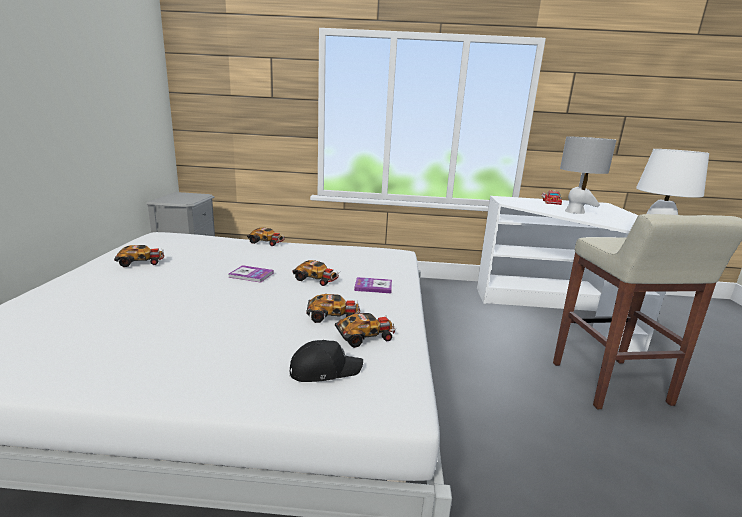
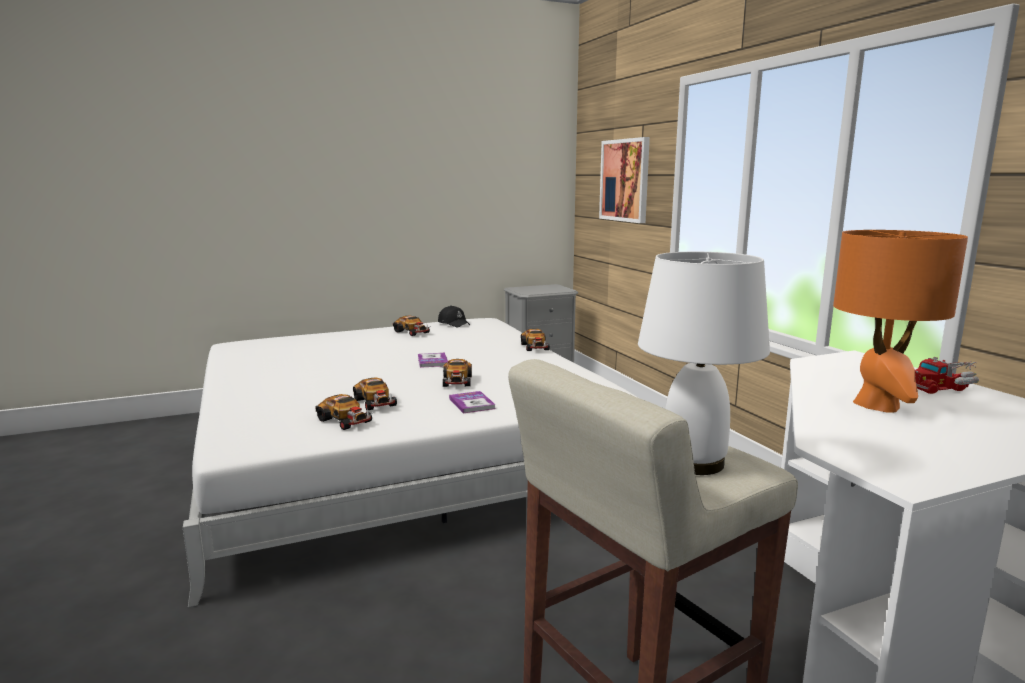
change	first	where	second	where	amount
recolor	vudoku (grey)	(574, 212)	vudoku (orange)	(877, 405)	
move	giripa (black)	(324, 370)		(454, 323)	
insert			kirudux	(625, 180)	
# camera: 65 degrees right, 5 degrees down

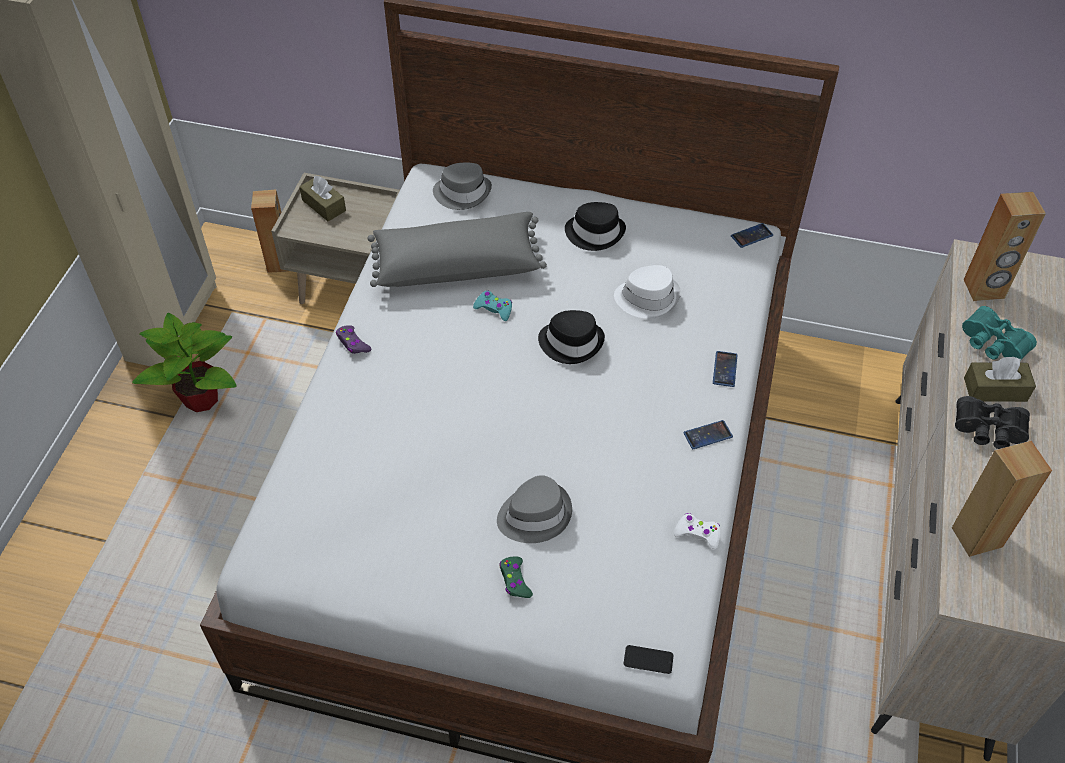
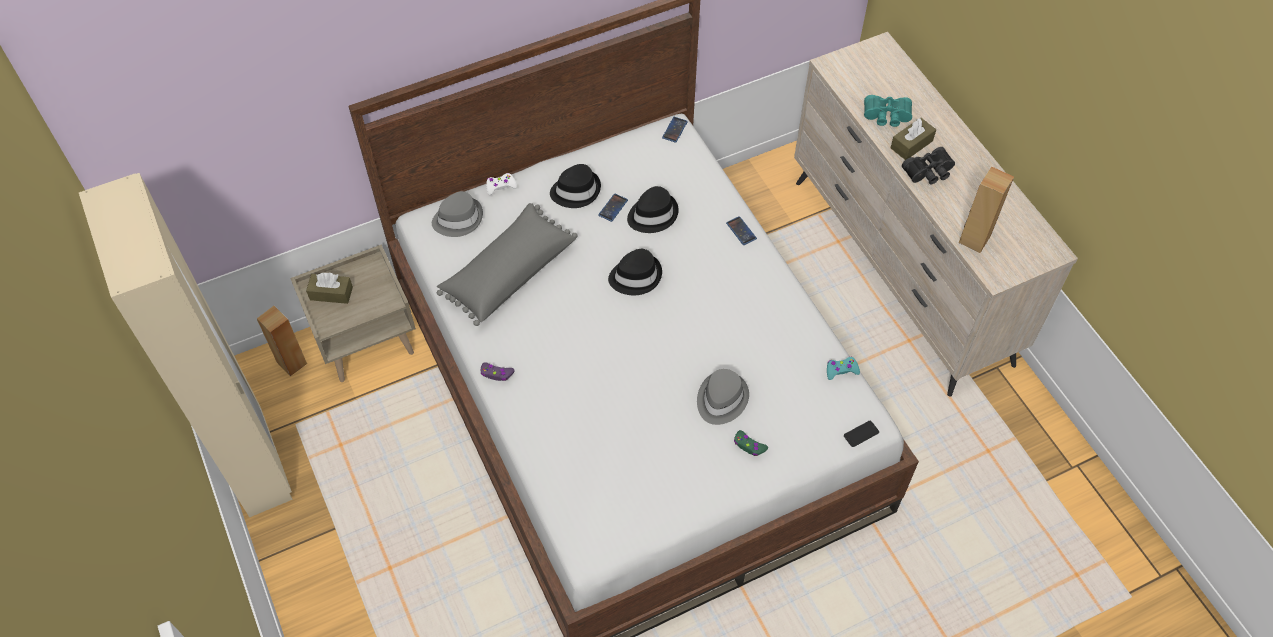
change	first	where	second	where	amount
delete	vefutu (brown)	(984, 289)			
recolor	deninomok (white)	(647, 298)	deninomok (black)	(652, 214)	
move	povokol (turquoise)	(494, 308)		(841, 370)	
delete	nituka	(202, 399)			
move	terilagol	(707, 435)		(613, 208)	
move	povokol (white)	(697, 533)		(500, 186)	
# camera: 40 degrees left, 5 degrees up

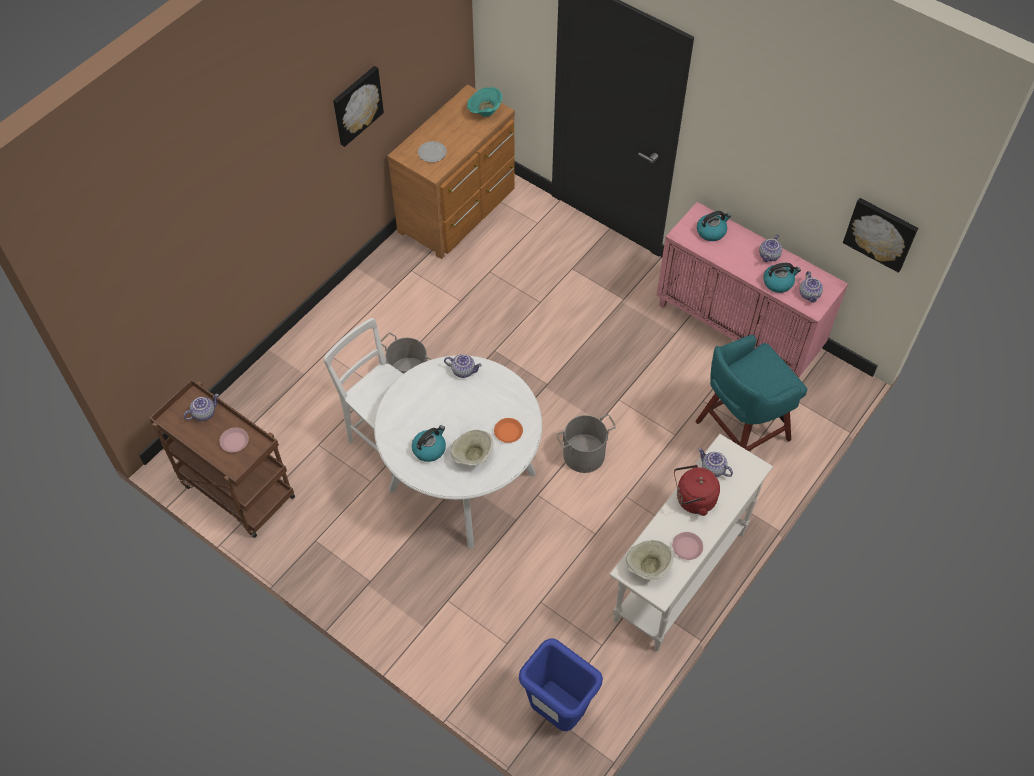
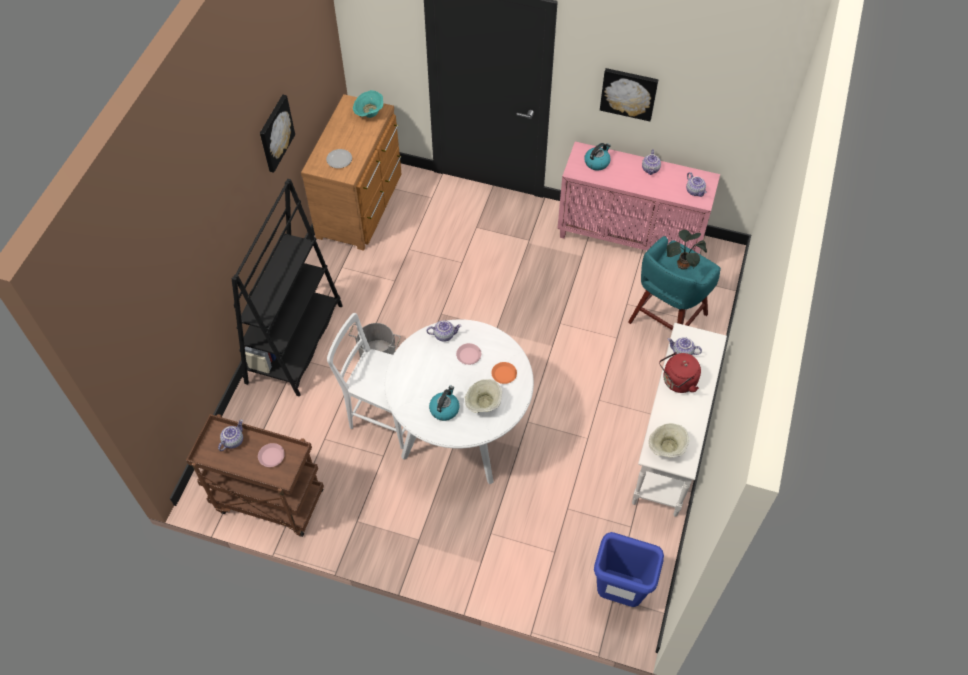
change	first	where	second	where	amount
move	kirudux	(881, 233)		(629, 93)	
delete	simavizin	(778, 282)			
delete	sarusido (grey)	(583, 454)			
move	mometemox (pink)	(687, 547)		(468, 355)	
insert			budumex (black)	(295, 343)	
insert			nituka	(683, 264)	
# camera: 20 degrees left, 0 degrees up

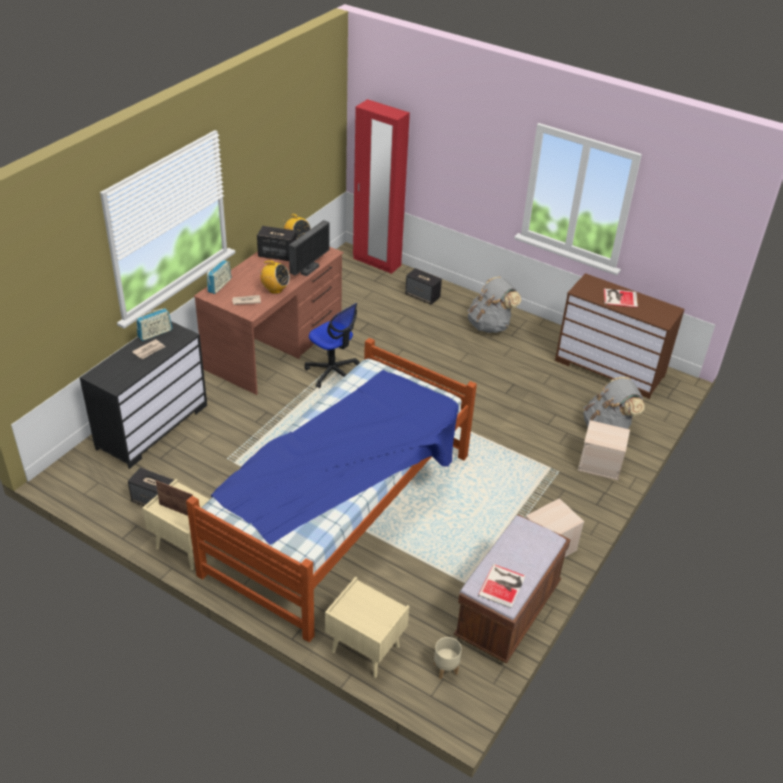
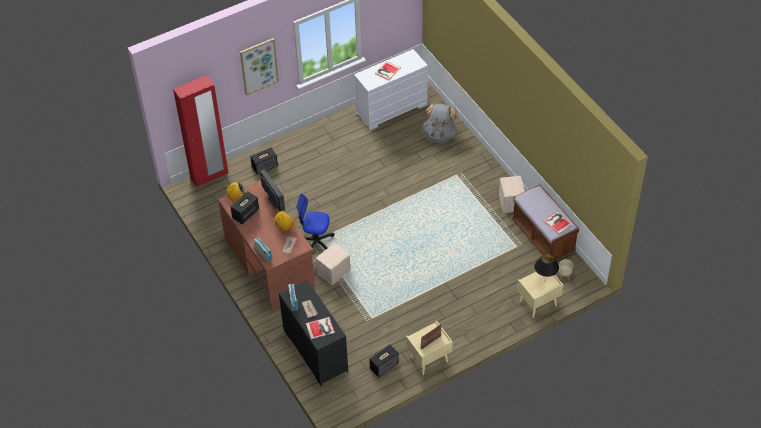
change	first	where	second	where	amount
recolor	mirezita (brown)	(609, 368)	mirezita (white)	(391, 109)	
delete	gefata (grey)	(490, 325)			
rotate	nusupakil	(333, 372)		(315, 242)	150 degrees counterclockwise
delete	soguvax	(343, 513)			
move	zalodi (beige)	(600, 464)		(334, 271)	
insert			kirudux	(259, 66)	
insert			vudoku (black)	(544, 282)	
insert			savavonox	(321, 328)	
# camera: 60 degrees left, 10 degrees up

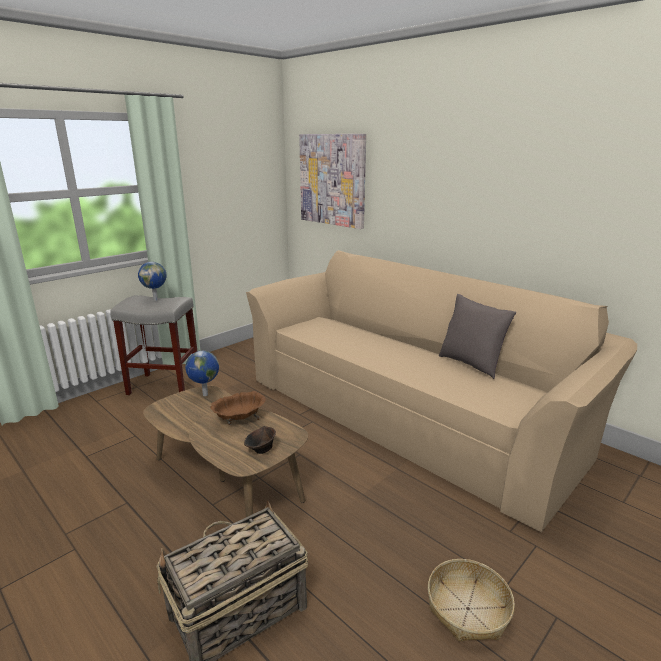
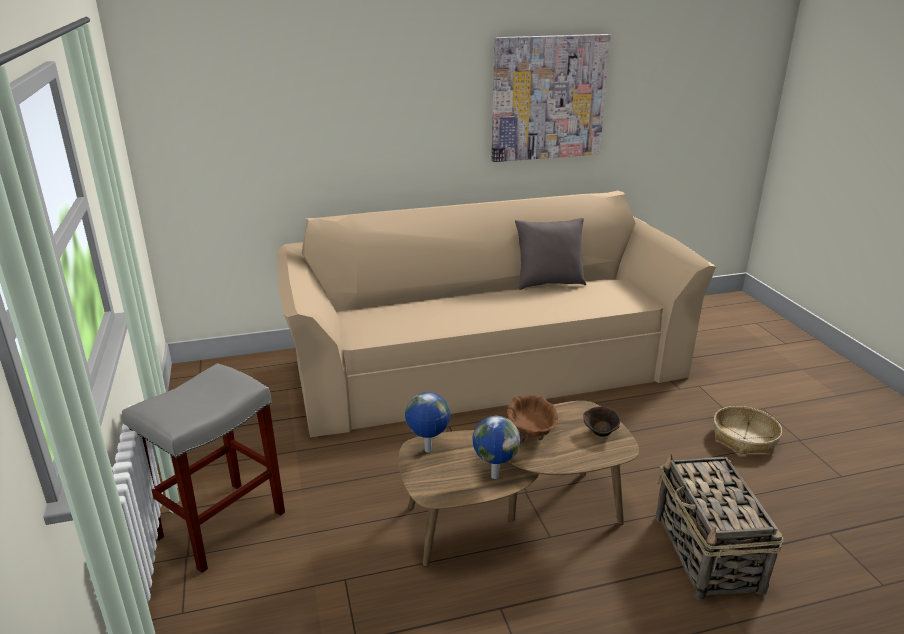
change	first	where	second	where	amount
move	kirudux	(332, 180)		(548, 98)	
move	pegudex	(156, 299)		(494, 475)	
# camera: 60 degrees left, 5 degrees up

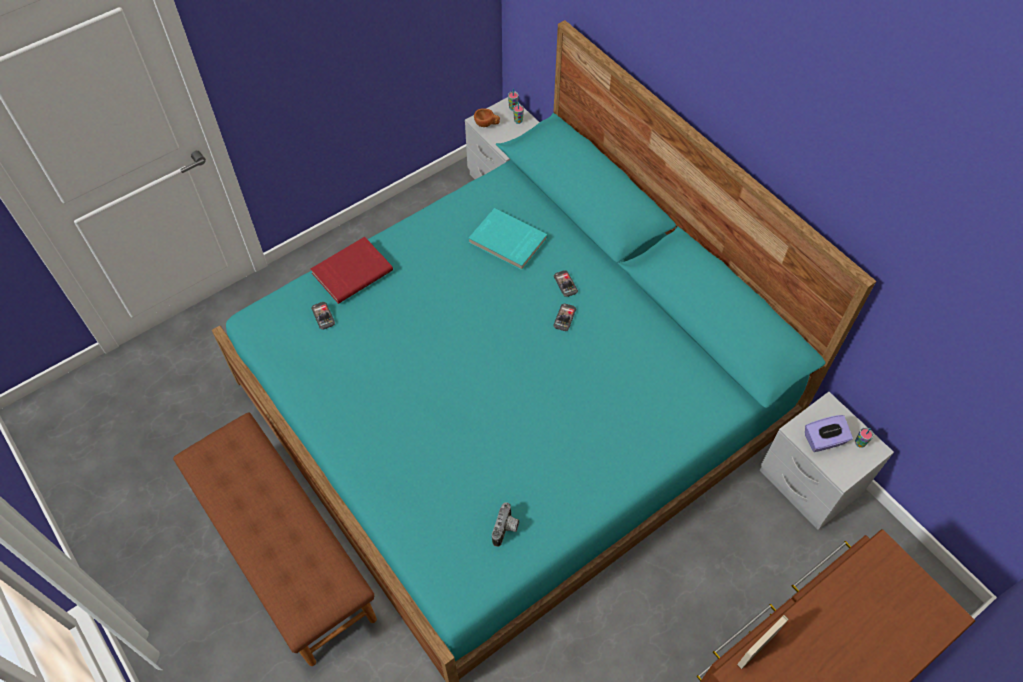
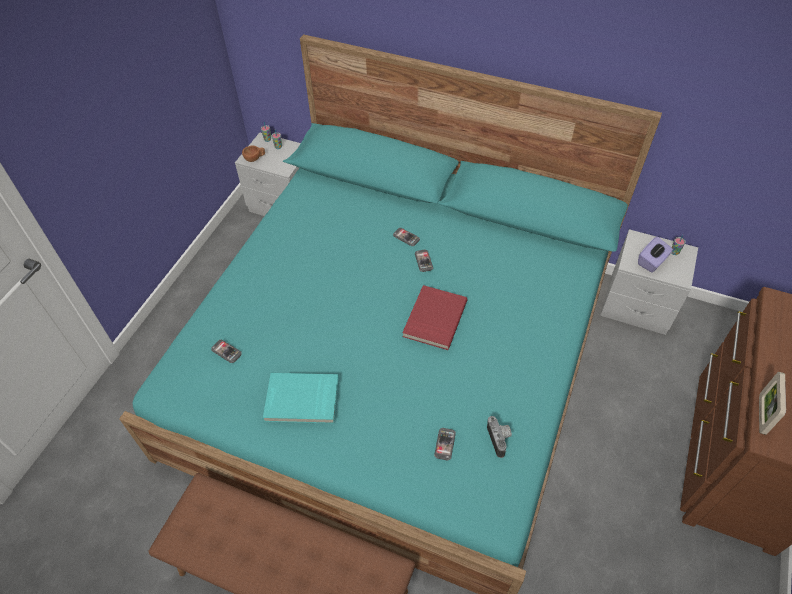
change	first	where	second	where	amount
move	savavonox (turquoise)	(507, 241)		(302, 400)	
move	savavonox (red)	(351, 271)		(433, 318)	
insert			terilagol	(445, 444)	
# camera: 30 degrees left, 5 degrees down

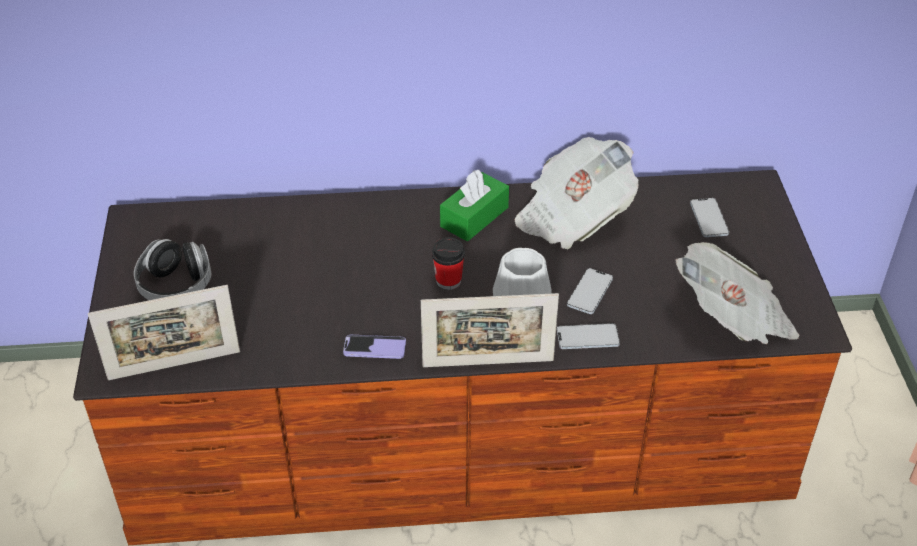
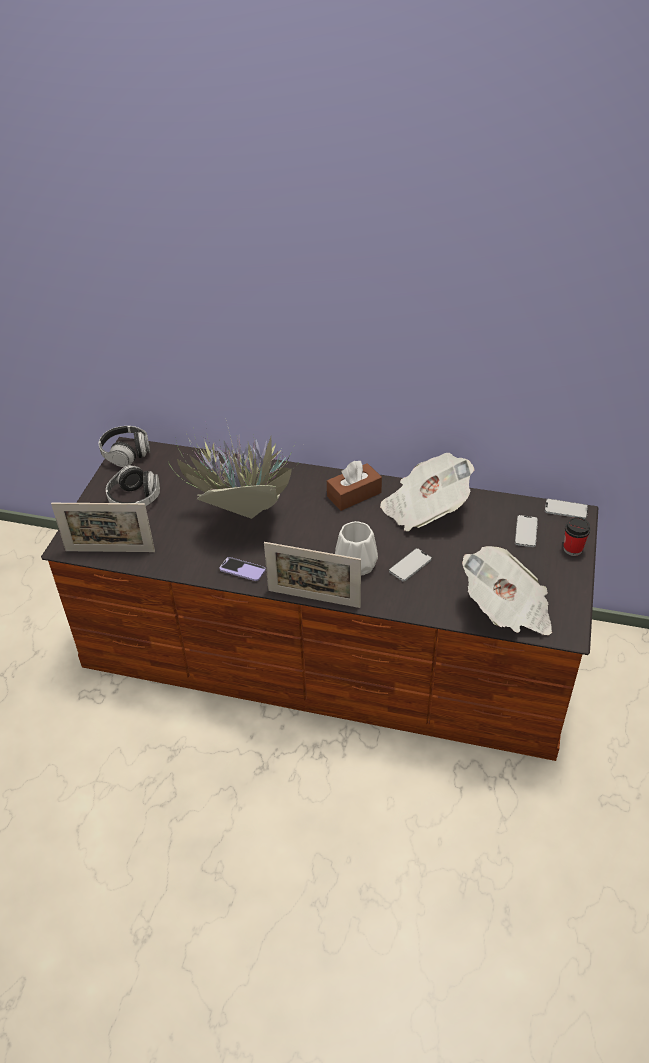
change	first	where	second	where	amount
recolor	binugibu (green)	(474, 217)	binugibu (brown)	(354, 494)	
move	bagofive	(448, 281)		(572, 549)	
move	terilagol	(588, 337)		(566, 509)	
insert			nituka	(242, 517)	
insert			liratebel	(126, 454)	
# camera: 20 degrees right, 0 degrees up

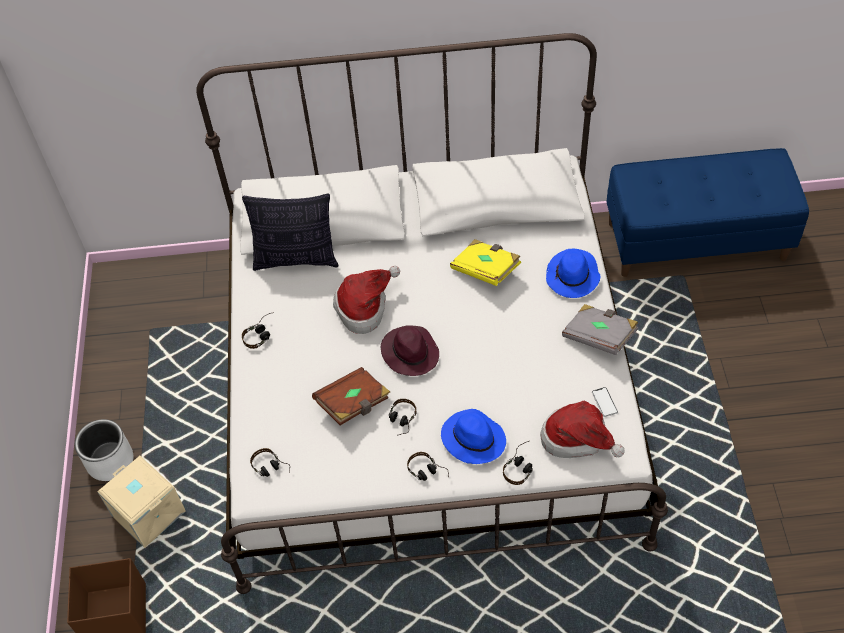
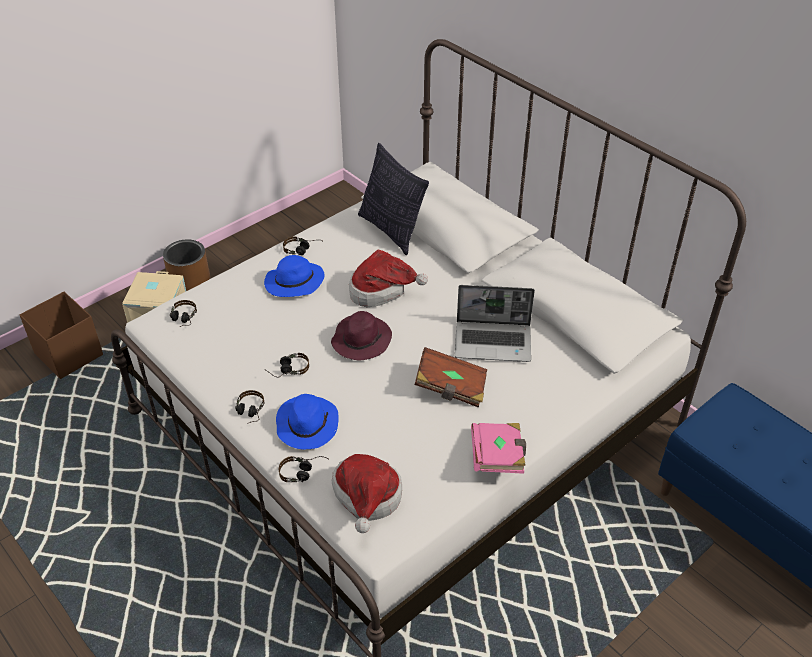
change	first	where	second	where	amount
replace	savavonox (yellow)	(486, 270)	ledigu	(494, 342)	
move	deninomok (blue)	(572, 277)		(294, 283)	
recolor	savavonox (grey)	(599, 336)	savavonox (pink)	(498, 457)	
move	savavonox (brown)	(353, 403)		(451, 388)	
delete	terilagol	(604, 402)			
recolor	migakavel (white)	(110, 461)	migakavel (brown)	(190, 280)	
# camera: 50 degrees right, 10 degrees down

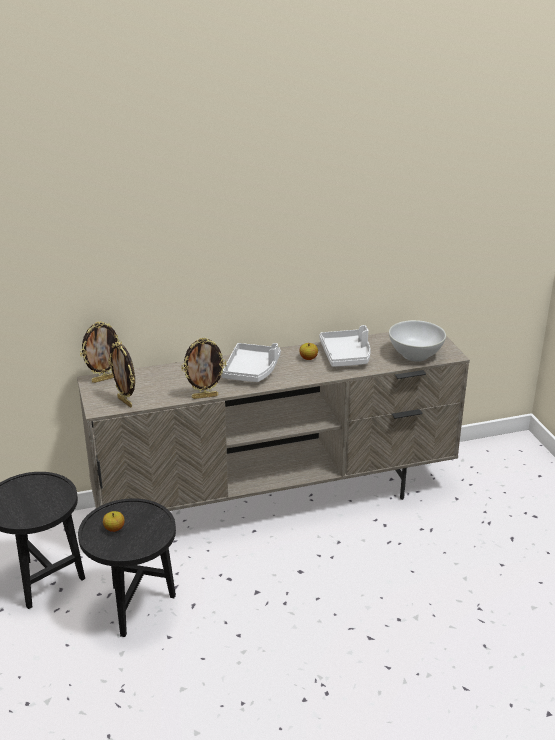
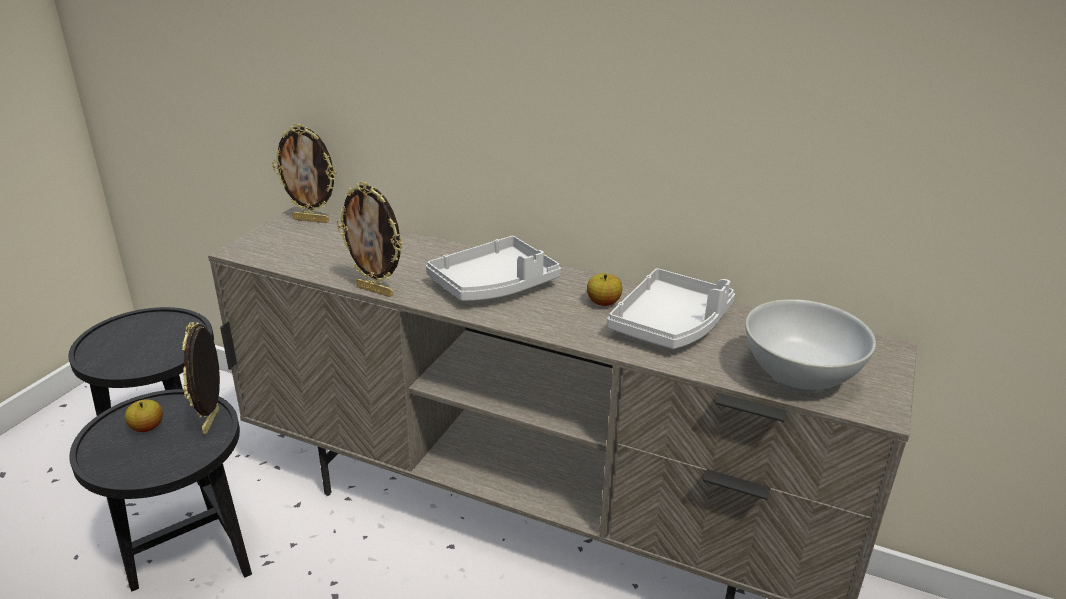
change	first	where	second	where	amount
move	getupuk	(125, 402)		(213, 421)	
# camera: 40 degrees right, 0 degrees up

